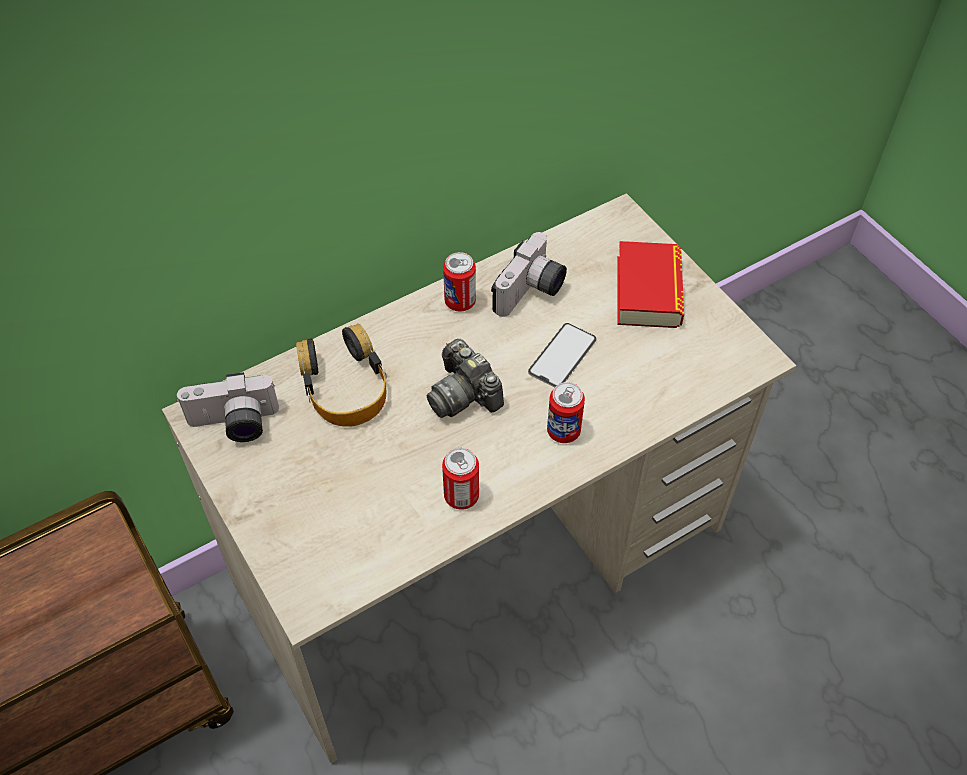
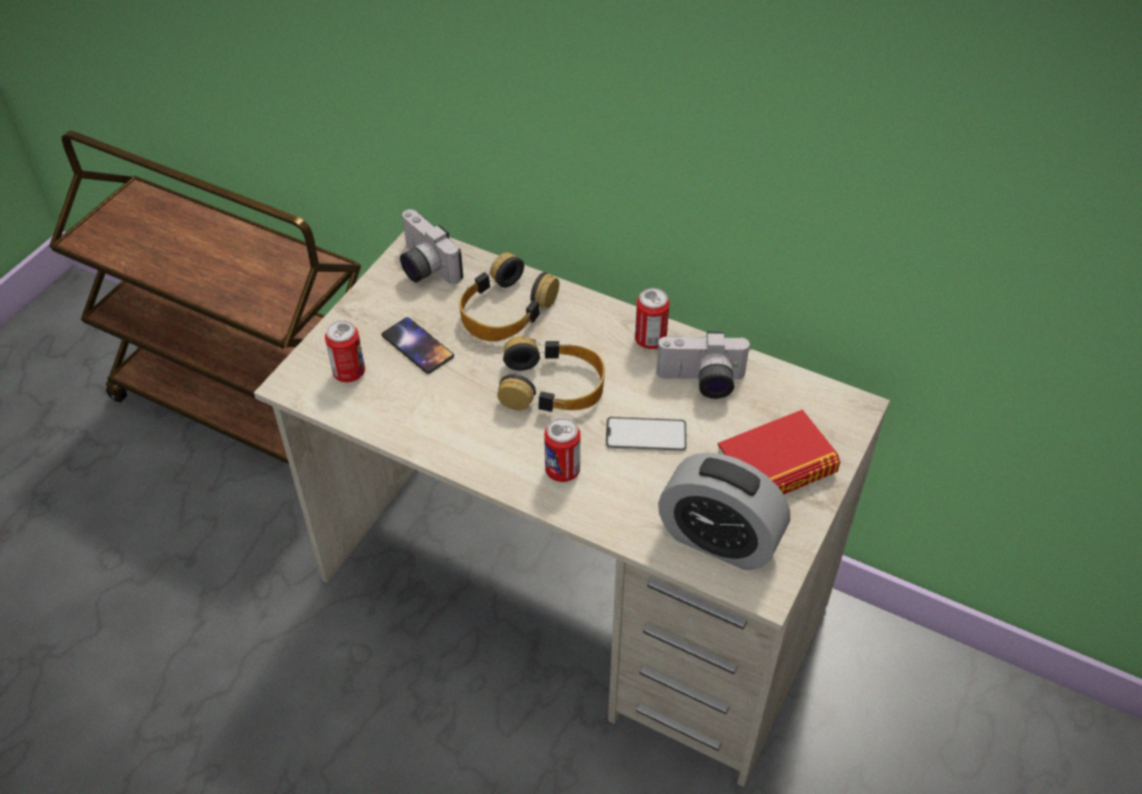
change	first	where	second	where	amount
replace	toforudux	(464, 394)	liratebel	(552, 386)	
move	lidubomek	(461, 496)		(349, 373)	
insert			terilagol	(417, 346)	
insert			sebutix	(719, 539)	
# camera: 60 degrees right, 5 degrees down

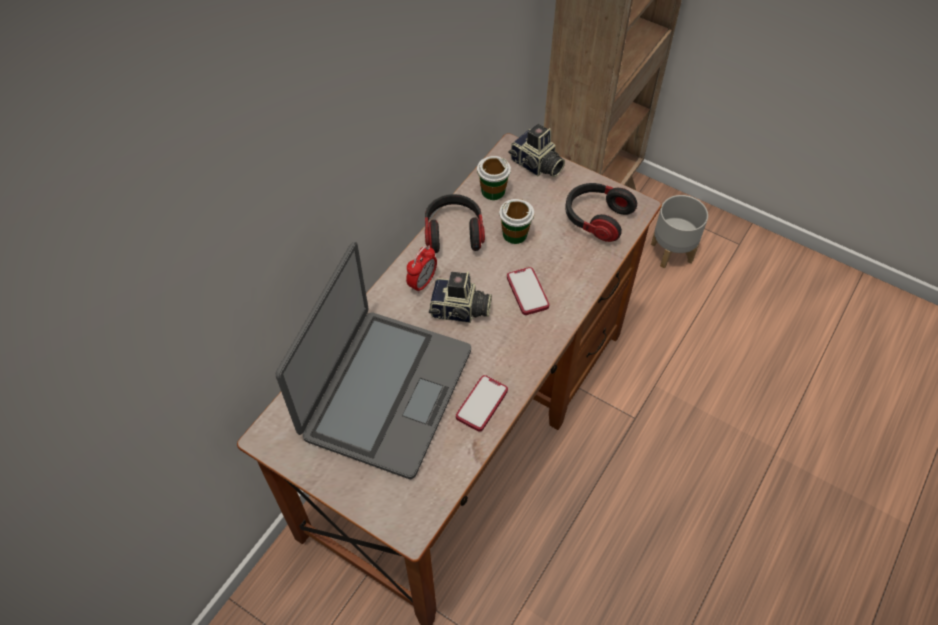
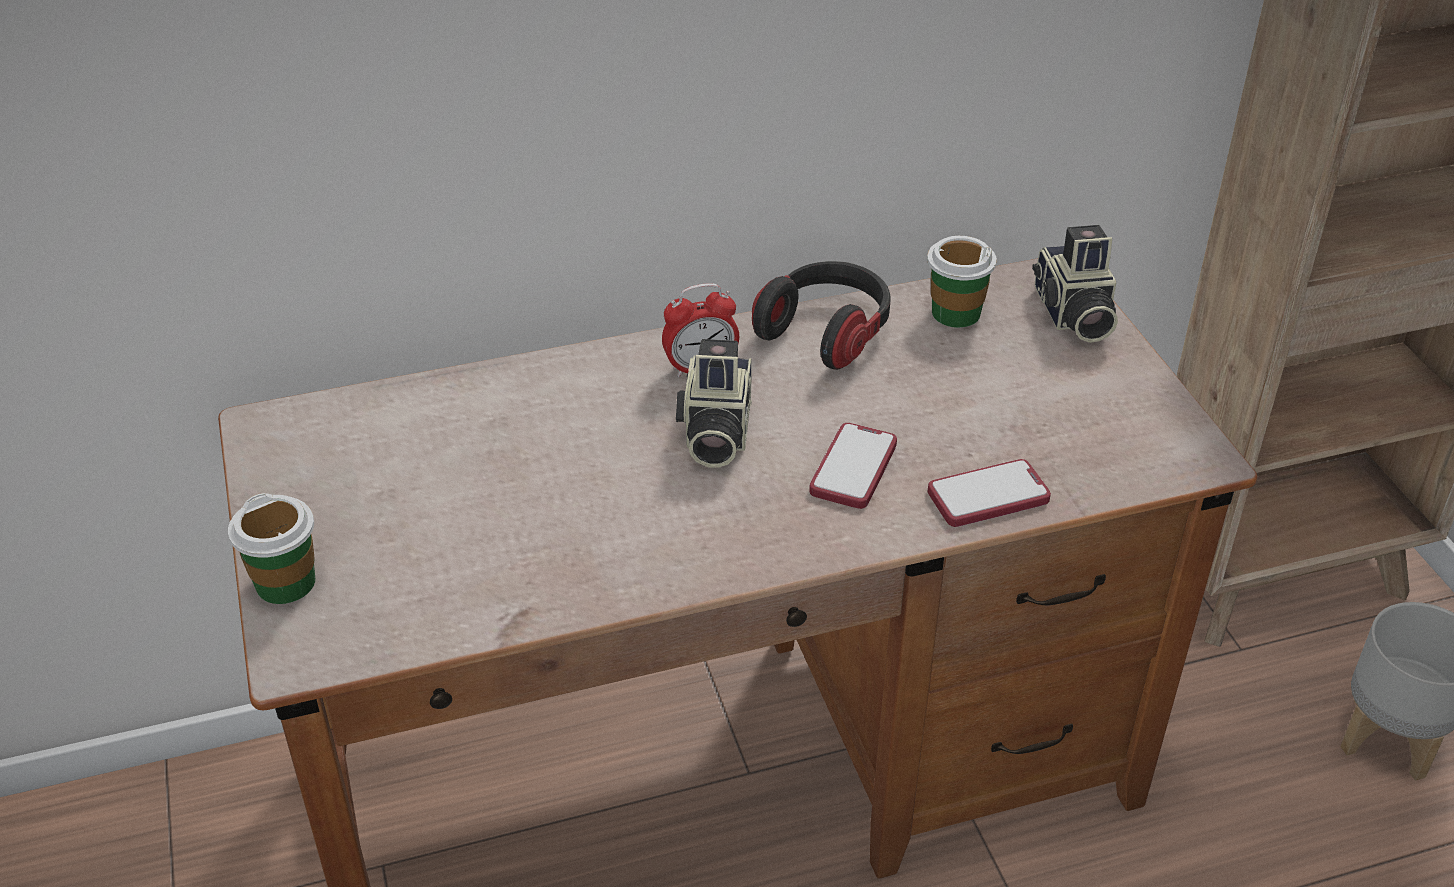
change	first	where	second	where	amount
delete	liratebel	(596, 219)			
move	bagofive	(515, 234)		(285, 583)	
delete	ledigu	(385, 392)			
rotate	toforudux	(460, 311)		(714, 433)	45 degrees clockwise
move	terilagol	(481, 404)		(988, 496)	
# camera: 40 degrees right, 15 degrees down

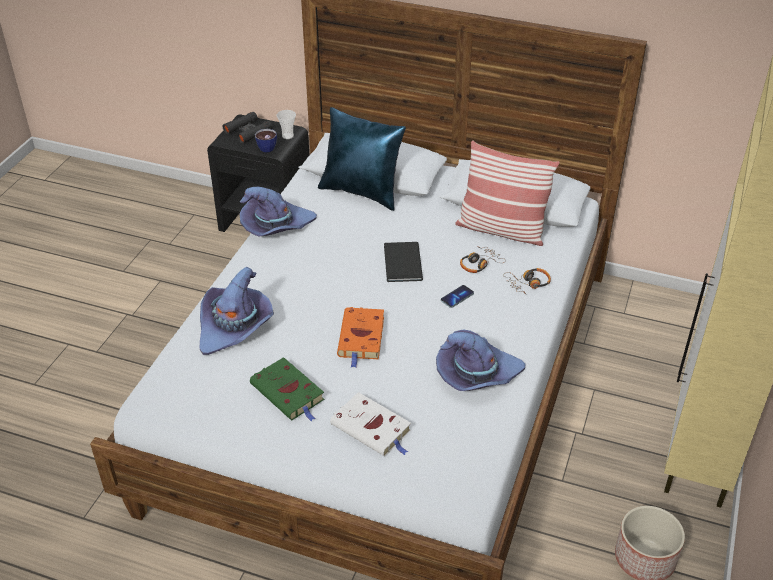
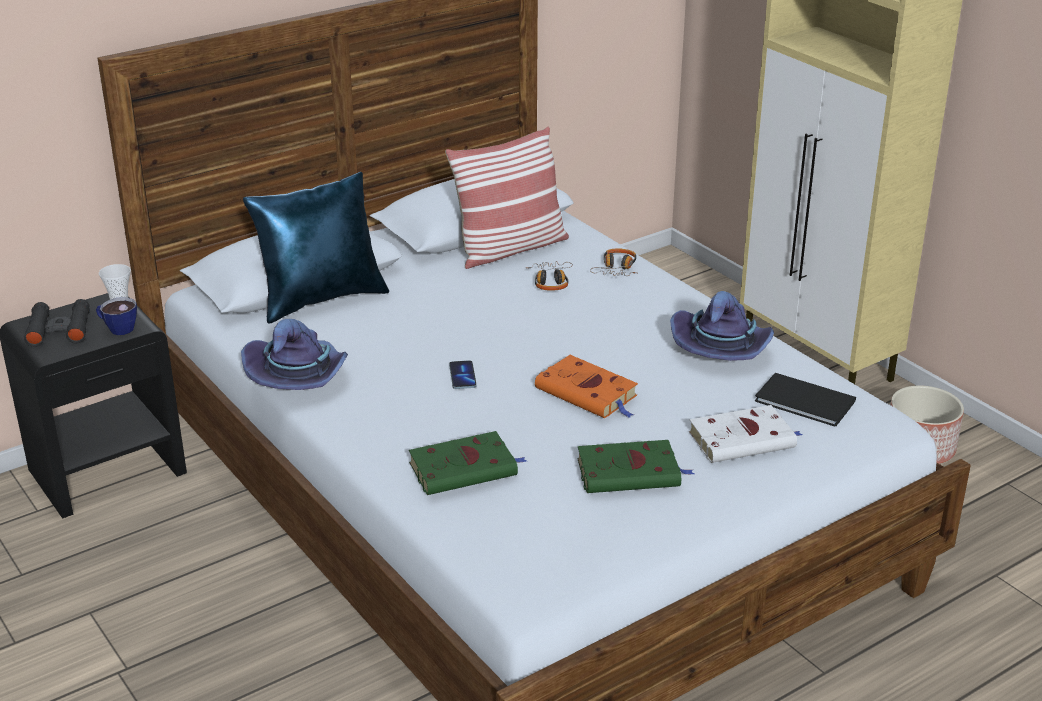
change	first	where	second	where	amount
move	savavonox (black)	(401, 264)		(806, 403)	
replace	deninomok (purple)	(235, 326)	savavonox (green)	(466, 469)	
move	terilagol	(457, 297)		(462, 376)	
# camera: 55 degrees left, 10 degrees down

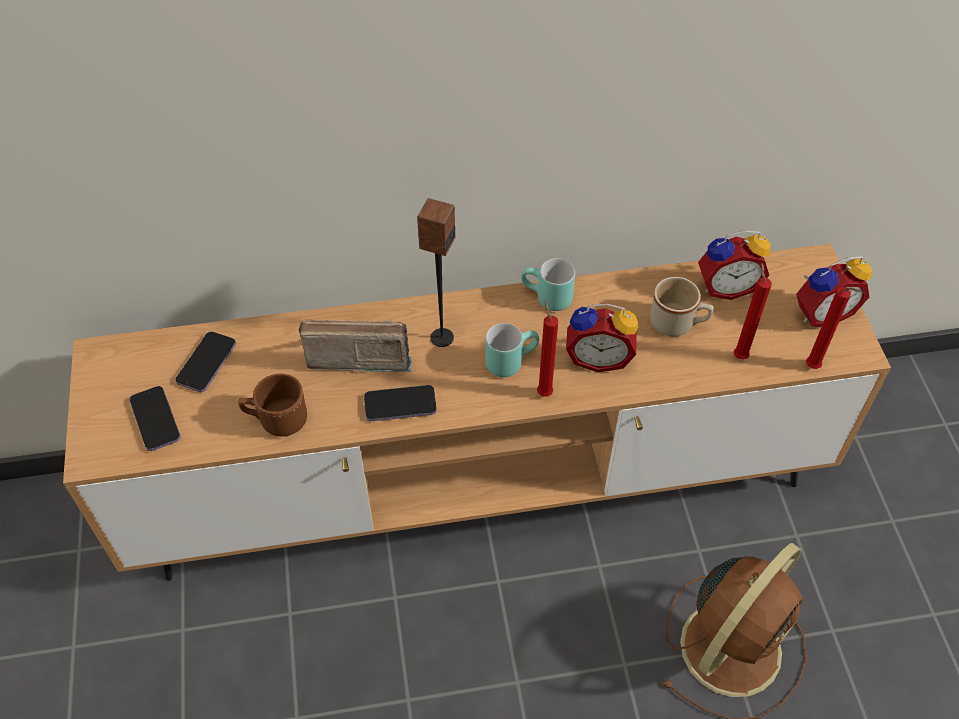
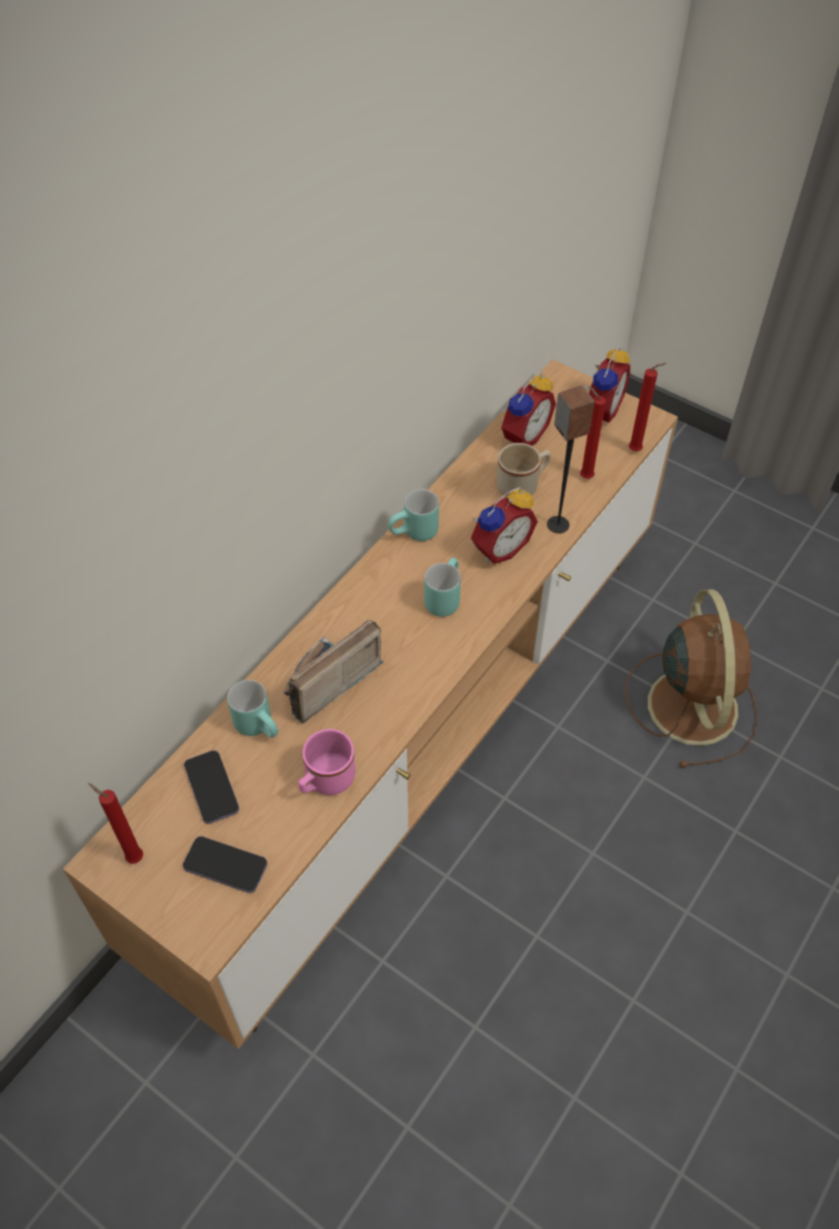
change	first	where	second	where	amount
move	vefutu	(441, 337)		(557, 525)	
move	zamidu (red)	(543, 391)		(132, 857)	
recolor	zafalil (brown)	(276, 420)	zafalil (pink)	(325, 781)	
delete	terilagol	(400, 405)			
insert			zafalil (turquoise)	(260, 725)	
# camera: 45 degrees left, 0 degrees up

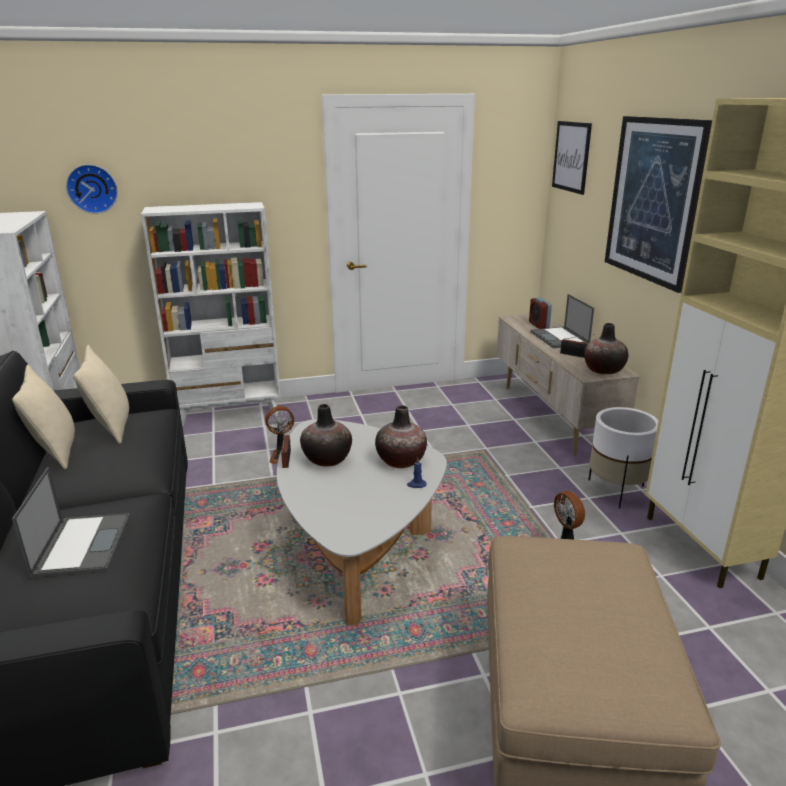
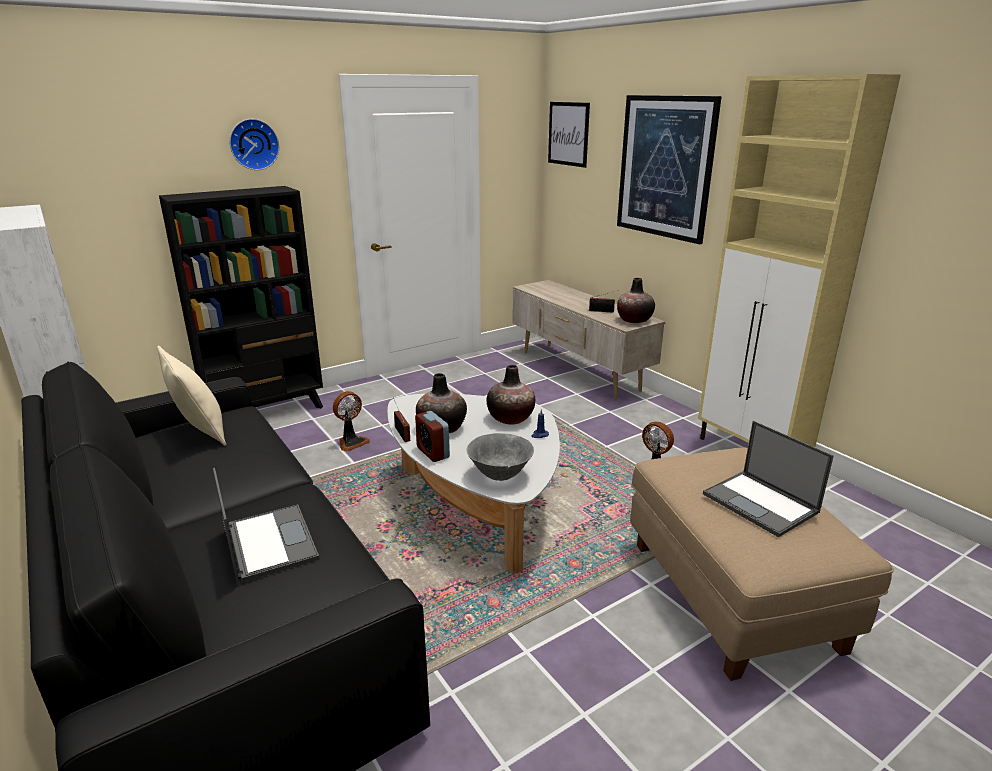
change	first	where	second	where	amount
move	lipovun	(92, 188)		(253, 144)	
recolor	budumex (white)	(229, 413)	budumex (black)	(267, 412)	
move	ledigu	(560, 338)		(761, 503)	
move	sebutix	(539, 325)		(433, 452)	
delete	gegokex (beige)	(56, 451)			
delete	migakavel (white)	(617, 491)			
insert			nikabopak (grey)	(500, 475)	
# camera: 20 degrees left, 0 degrees up

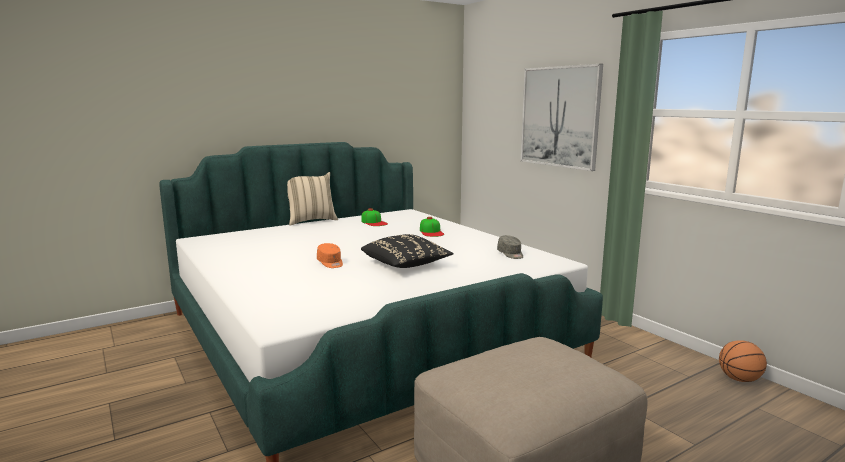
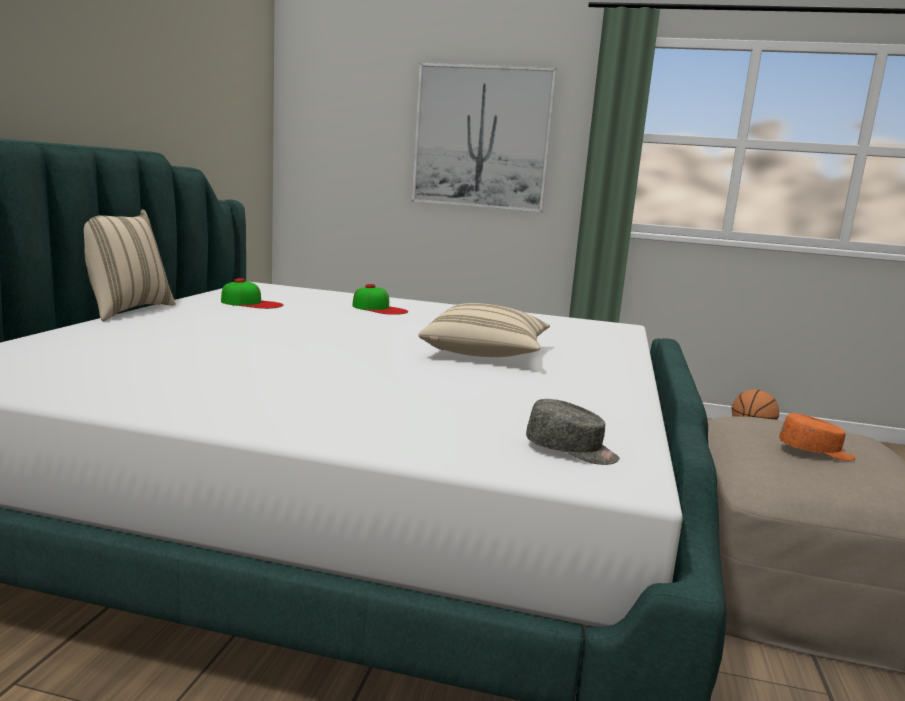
change	first	where	second	where	amount
recolor	gegokex (black)	(406, 265)	gegokex (beige)	(485, 353)	
move	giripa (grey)	(510, 254)		(571, 450)	
move	giripa (orange)	(330, 263)		(815, 451)	
# camera: 45 degrees left, 0 degrees up

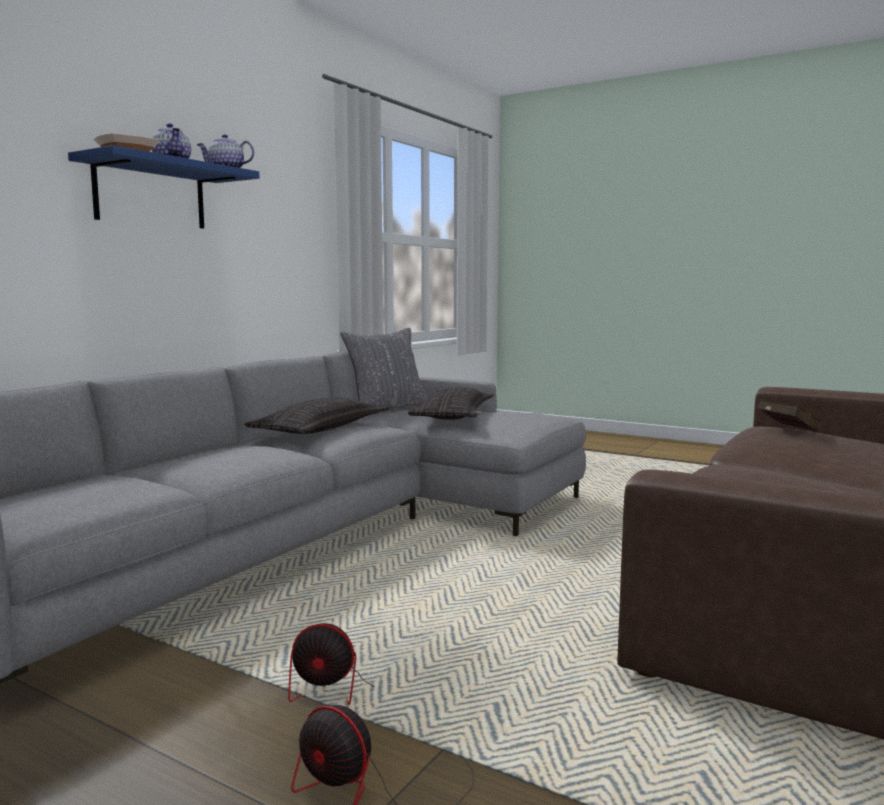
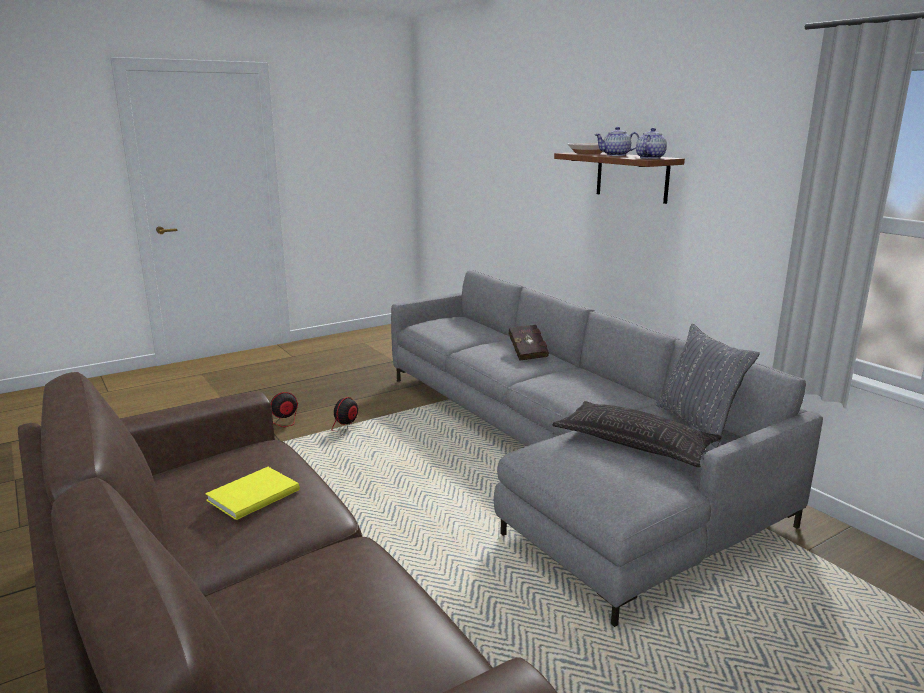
change	first	where	second	where	amount
recolor	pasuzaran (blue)	(150, 195)	pasuzaran (brown)	(632, 176)	
delete	gegokex	(321, 429)			
move	savavonox (red)	(785, 431)		(527, 353)	
insert			savavonox (yellow)	(251, 495)	
# camera: 115 degrees right, 10 degrees up

